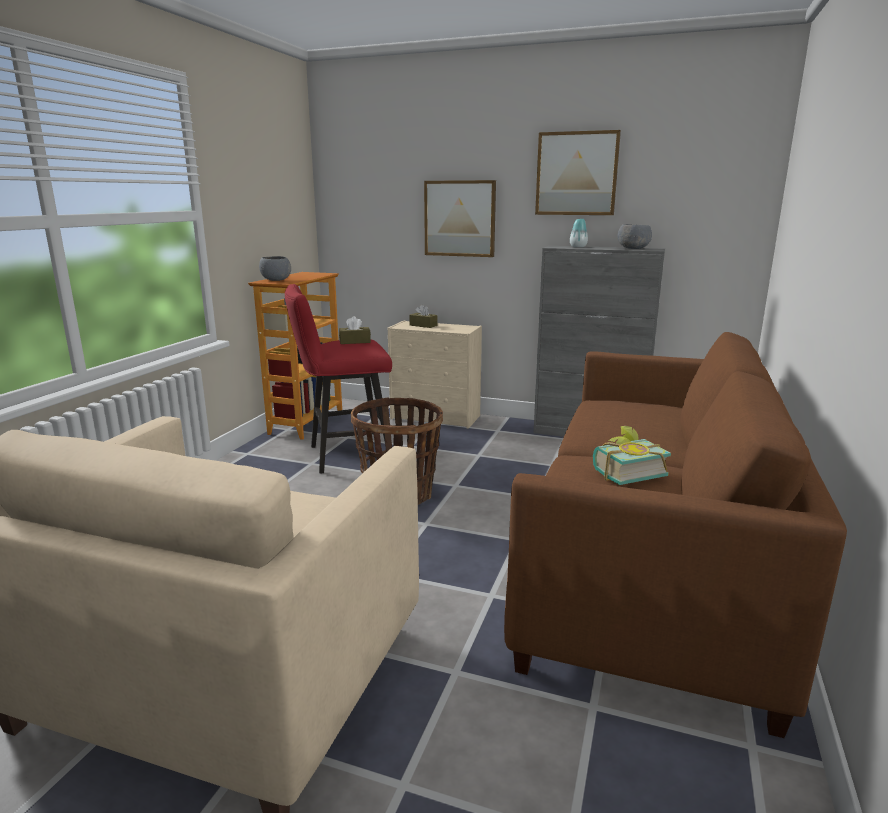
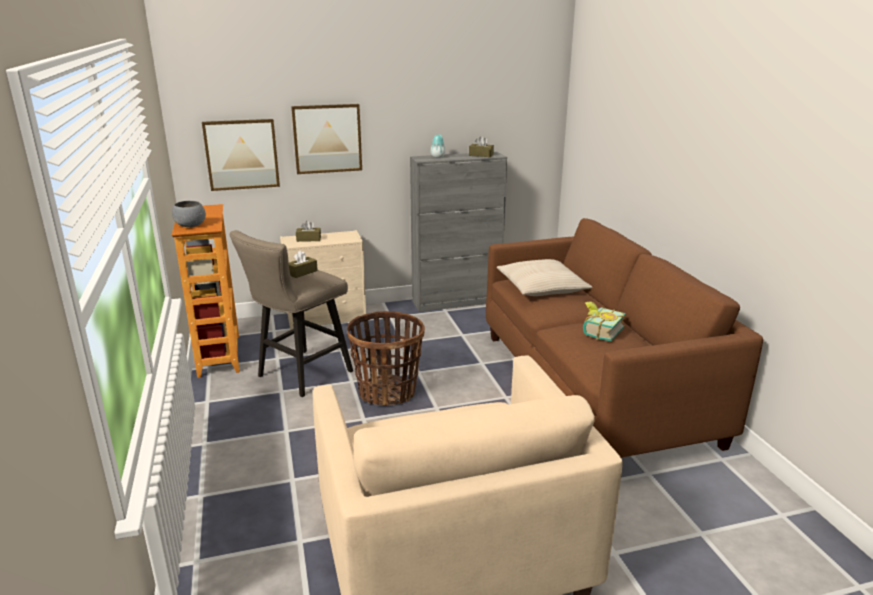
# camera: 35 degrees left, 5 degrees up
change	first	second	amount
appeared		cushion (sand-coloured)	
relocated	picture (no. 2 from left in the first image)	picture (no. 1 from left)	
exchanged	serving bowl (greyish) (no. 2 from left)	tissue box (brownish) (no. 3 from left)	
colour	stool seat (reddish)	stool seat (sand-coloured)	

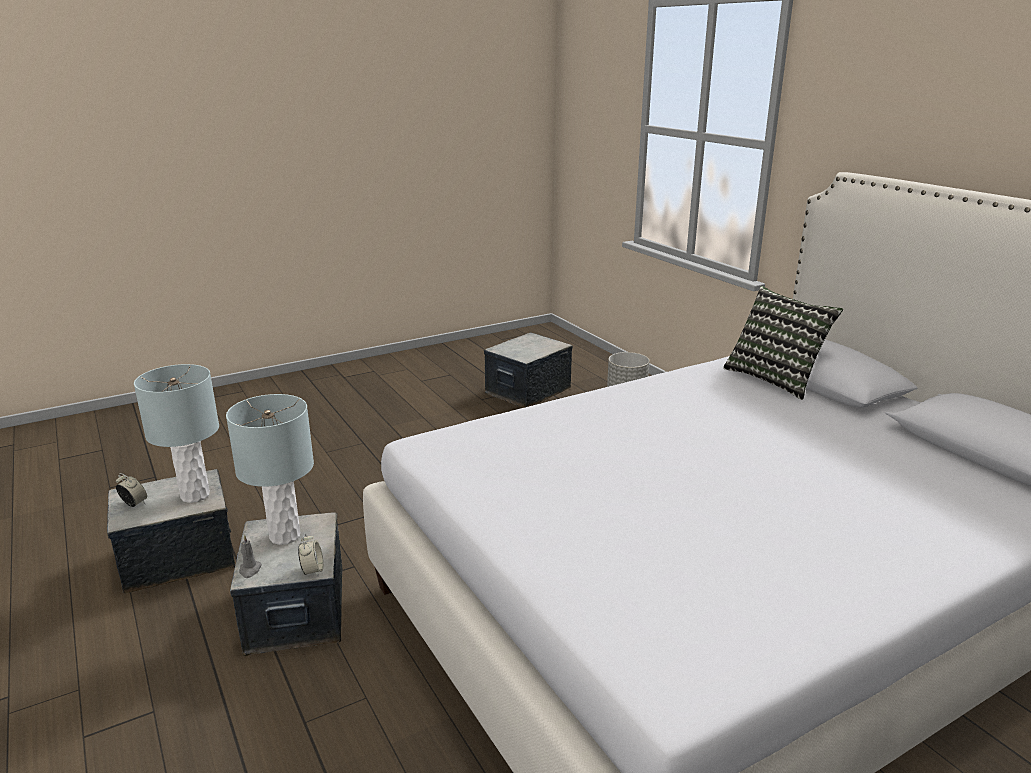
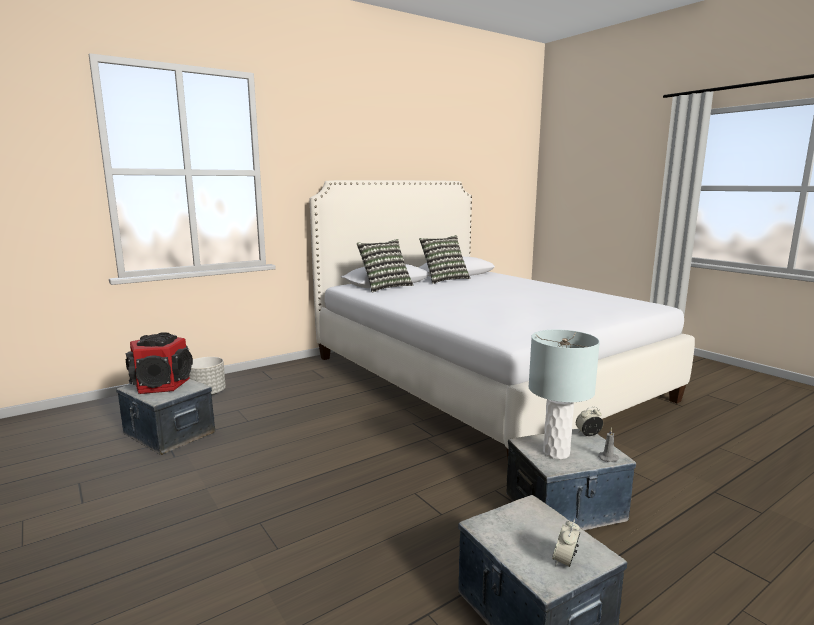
# camera: 95 degrees left, 10 degrees down
change	first	second	amount
missing	lamp for a table (greyish) (no. 1 from left)		
appeared		loudspeaker	
appeared		cushion (no. 2 from left)	

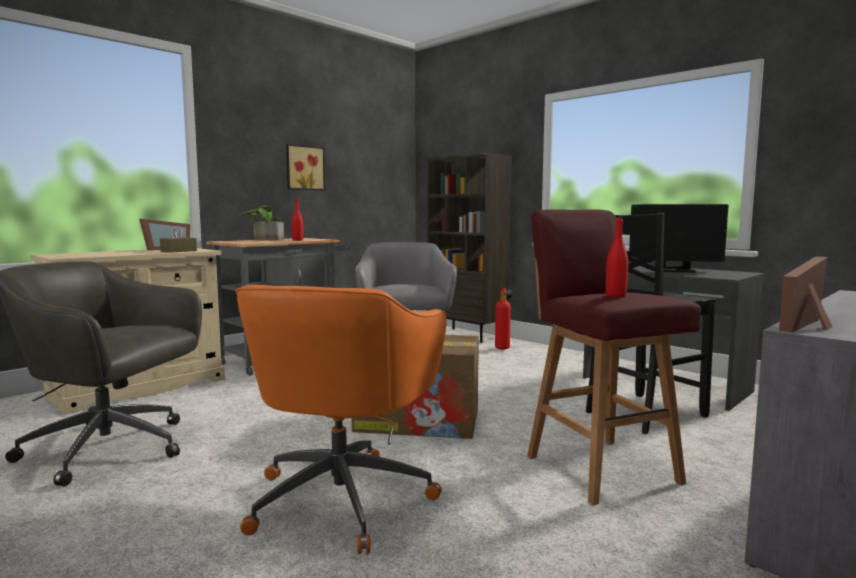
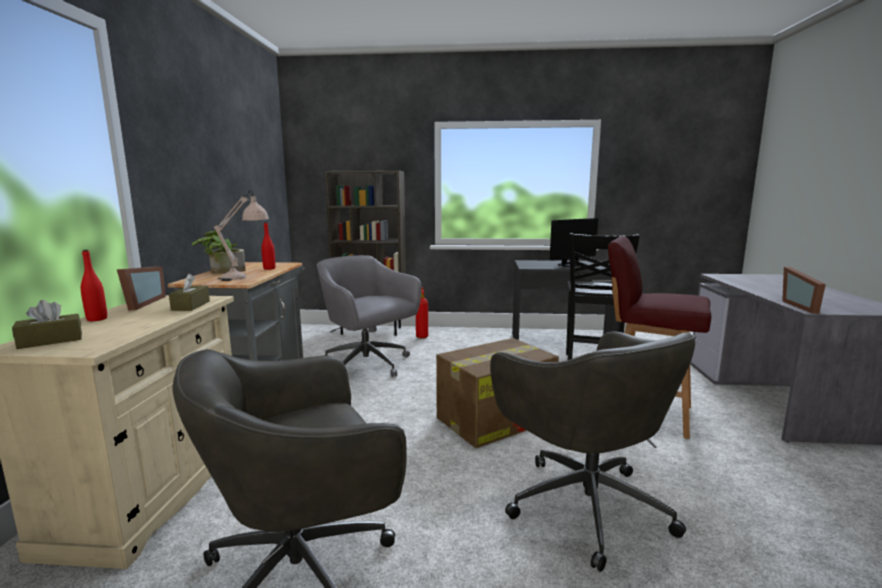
# camera: 40 degrees left, 5 degrees up
change	first	second	amount
missing	picture		
appeared		tissue box (brownish) (no. 1 from left)	
appeared		lamp for a table (sand-coloured)	
relocated	bottle (reddish) (no. 2 from left in the first image)	bottle (reddish) (no. 1 from left)	
colour	desk chair (orangey)	desk chair (greyish) (no. 3 from left)	

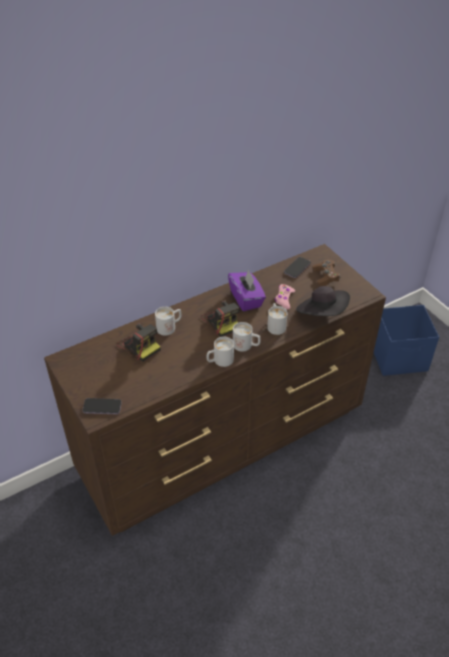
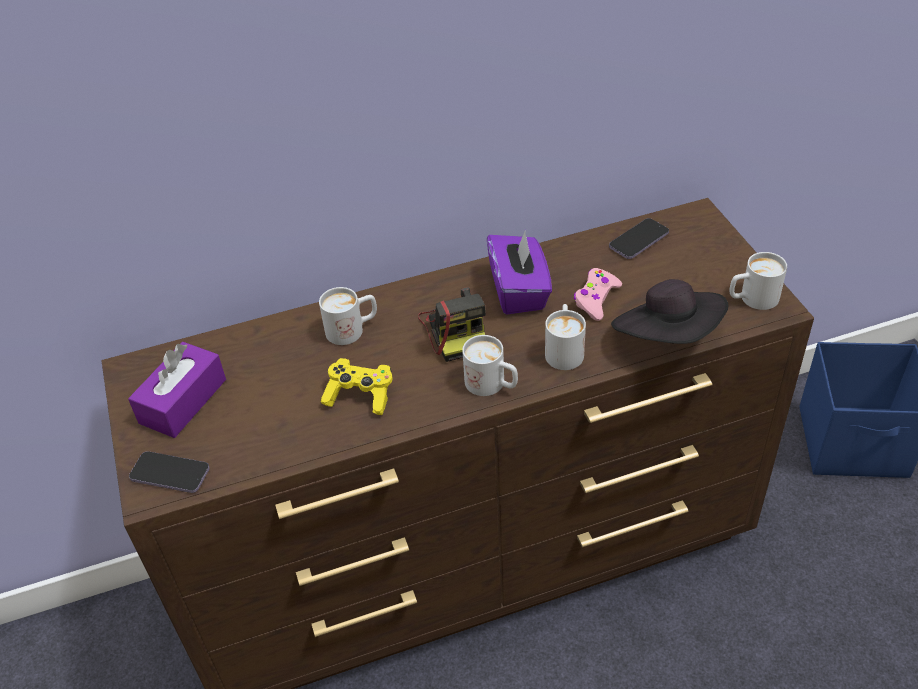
# camera: 15 degrees right, 0 degrees up
change	first	second	amount
missing	still camera (no. 1 from left)		
missing	gamepad (brownish)		
appeared		tissue box (purplish) (no. 1 from left)	
appeared		gamepad (yellowish)	
relocated	mug (whitish) (no. 2 from left in the first image)	mug (whitish) (no. 4 from left)	

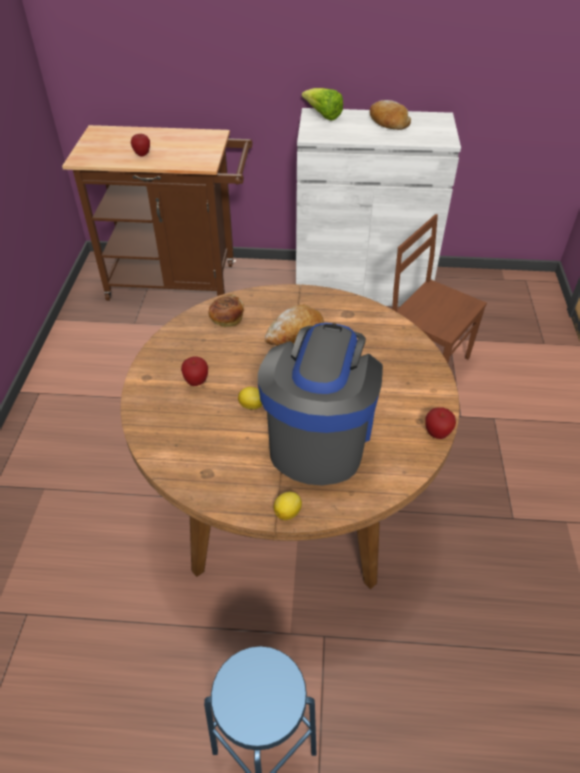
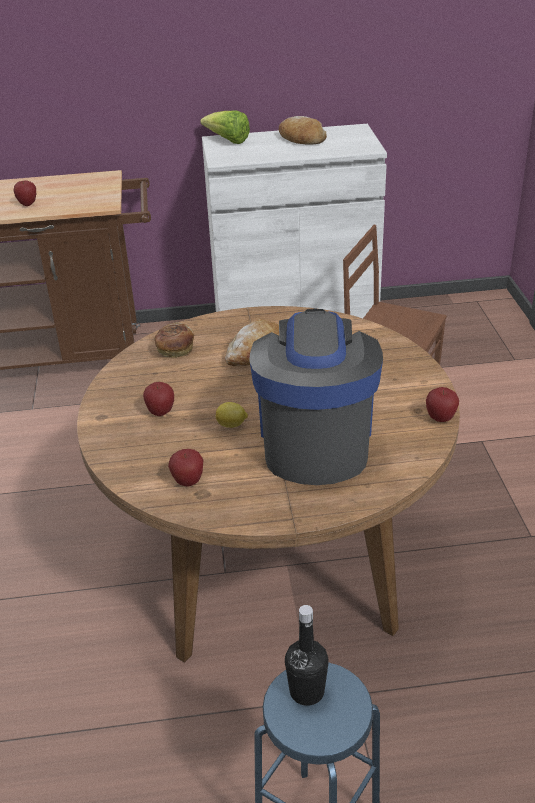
# camera: 10 degrees left, 10 degrees down
change	first	second	amount
missing	citrus fruit (no. 2 from left)		
appeared		whole apple (no. 3 from left)	
appeared		bottle (black-coloured)	

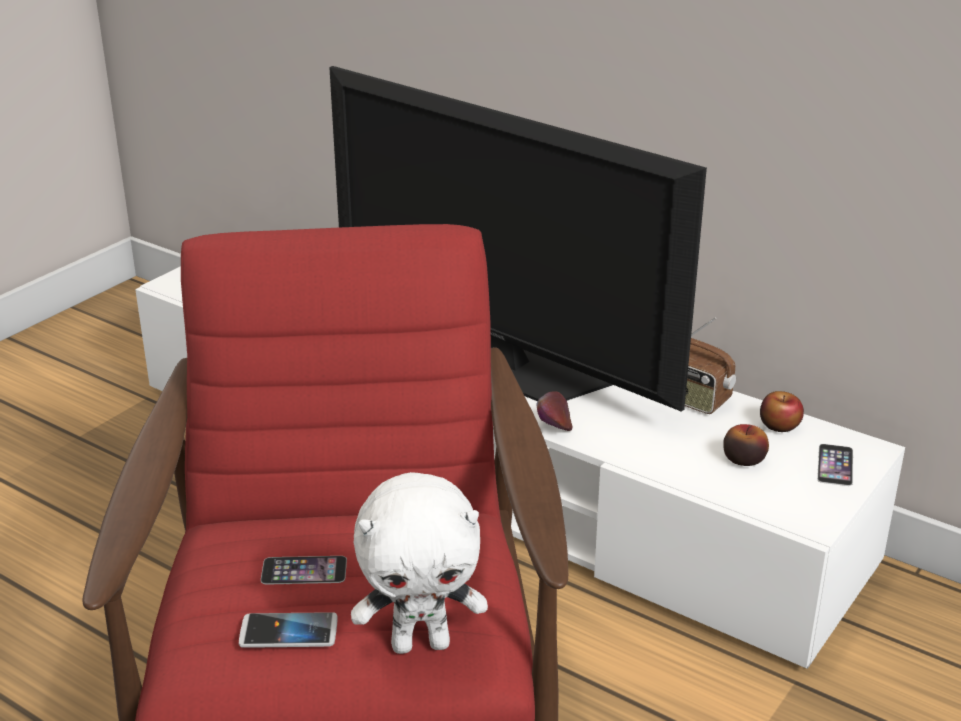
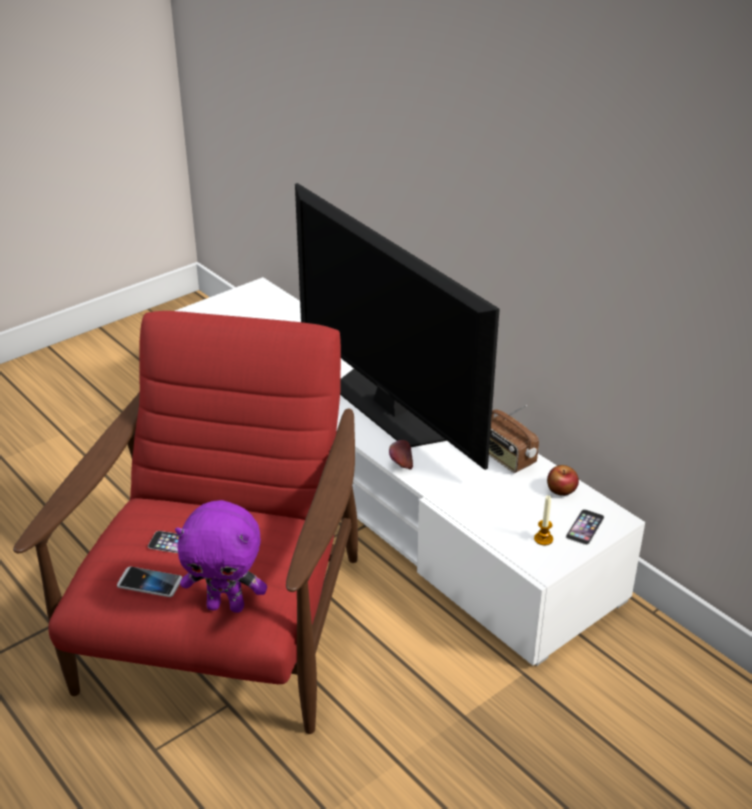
# camera: 15 degrees right, 5 degrees up
change	first	second	amount
missing	whole apple (no. 2 from left)		
appeared		wax light	
colour	cuddly toy (whitish)	cuddly toy (purplish)	

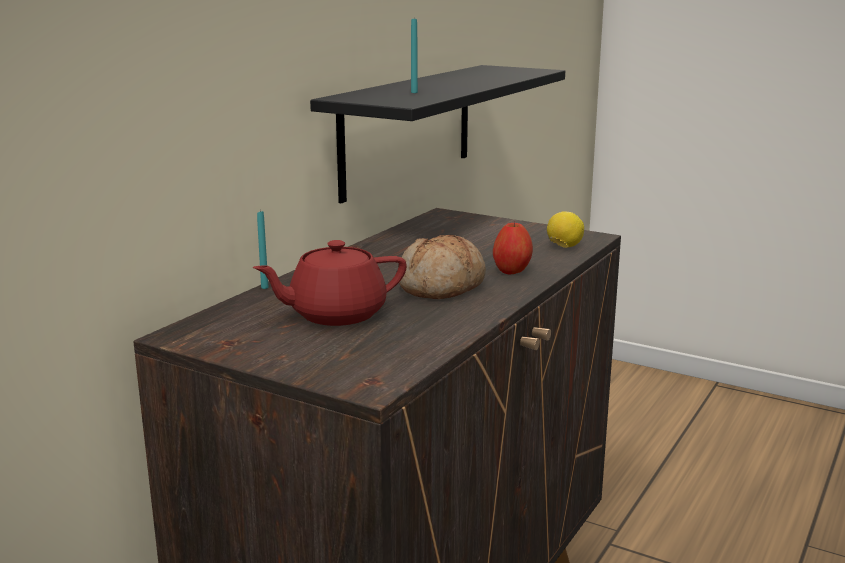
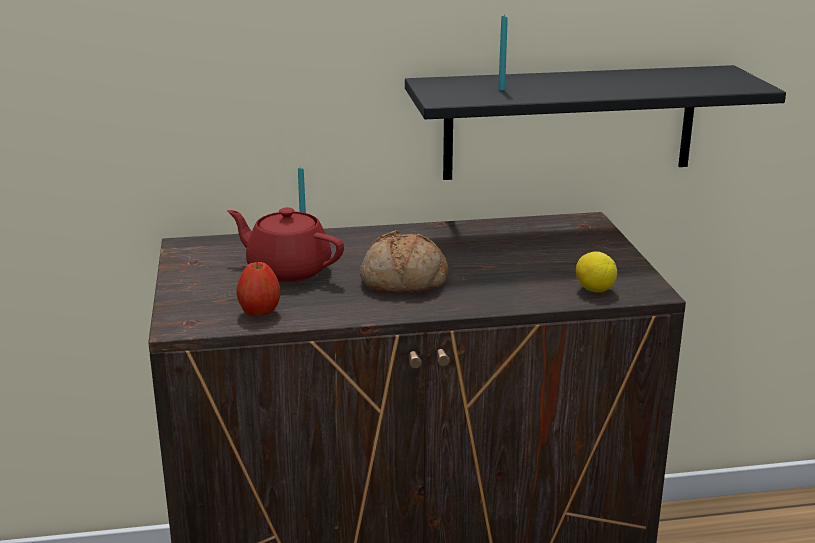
# camera: 50 degrees right, 5 degrees up
change	first	second	amount
relocated	whole apple		

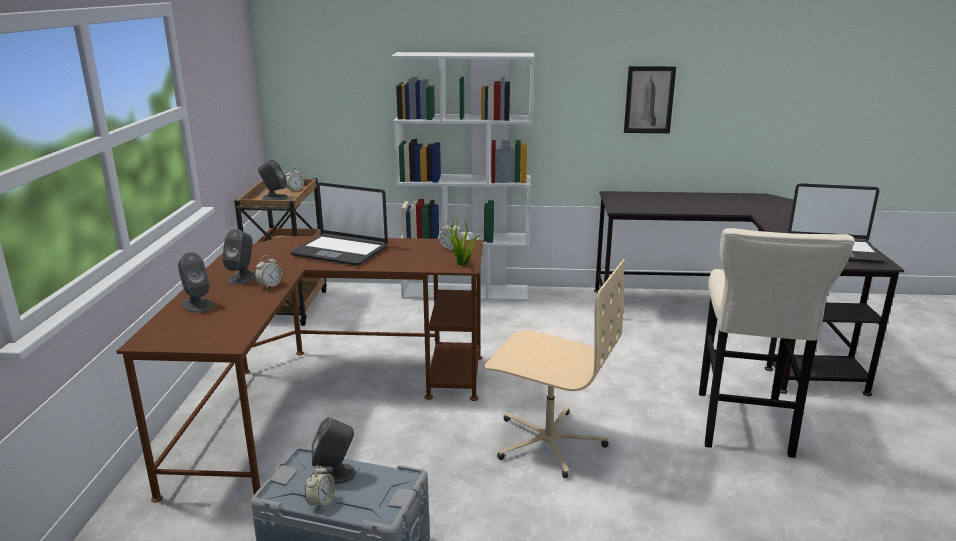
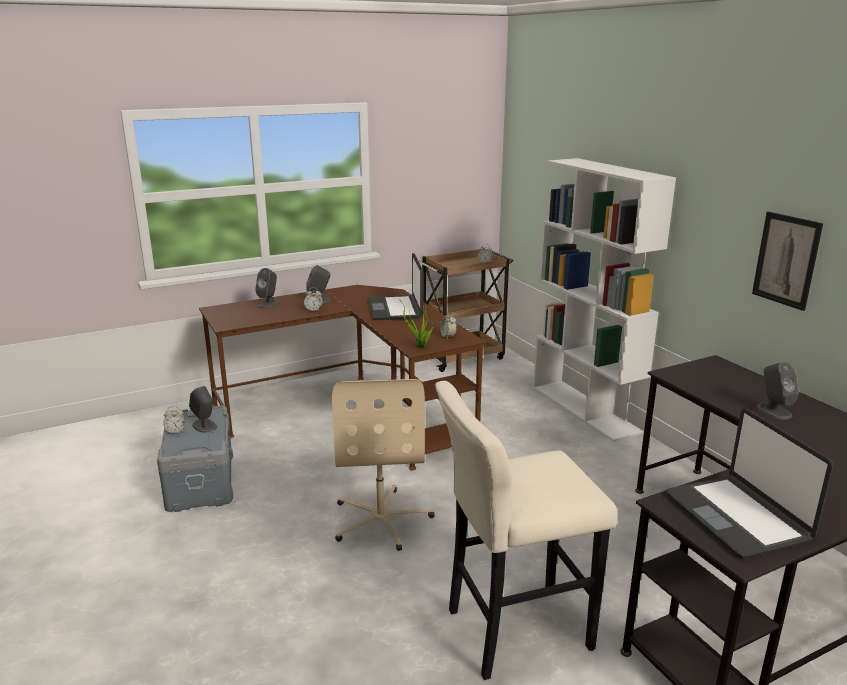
# camera: 60 degrees right, 0 degrees up
change	first	second	amount
relocated	loudspeaker (greyish) (no. 3 from left in the first image)	loudspeaker (greyish) (no. 4 from left)	

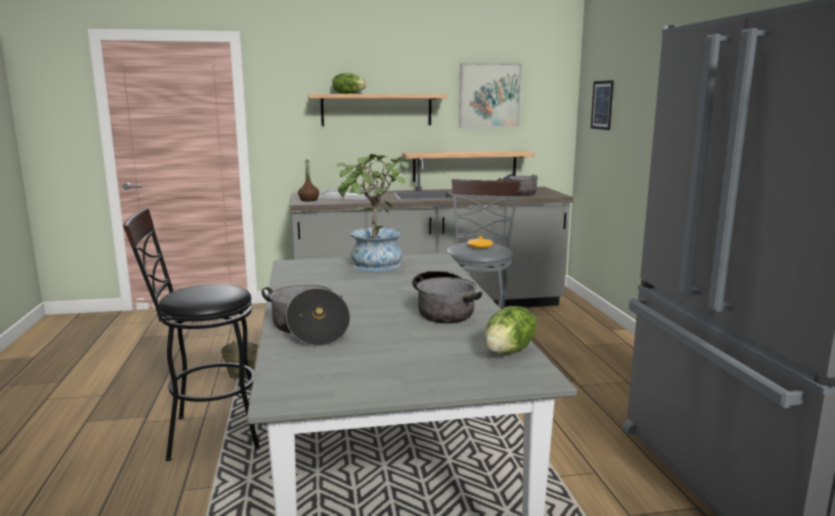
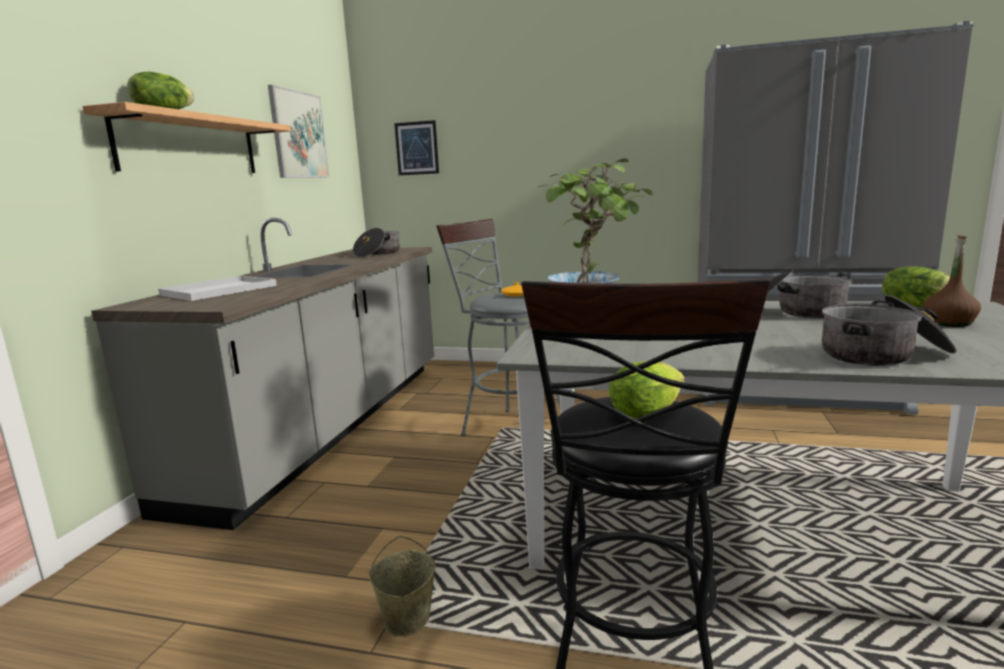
# camera: 65 degrees left, 0 degrees up
change	first	second	amount
missing	bracket shelf (no. 2 from left)		
appeared		lettuce (no. 2 from left)	
relocated	bottle (brownish)		

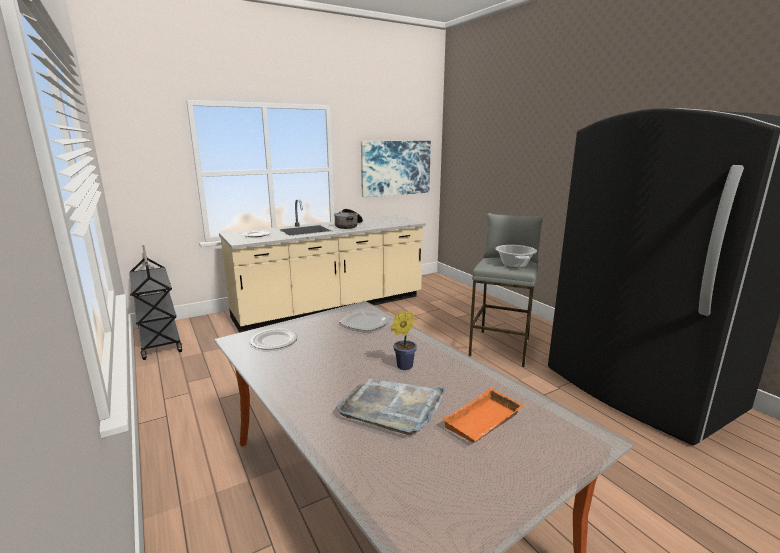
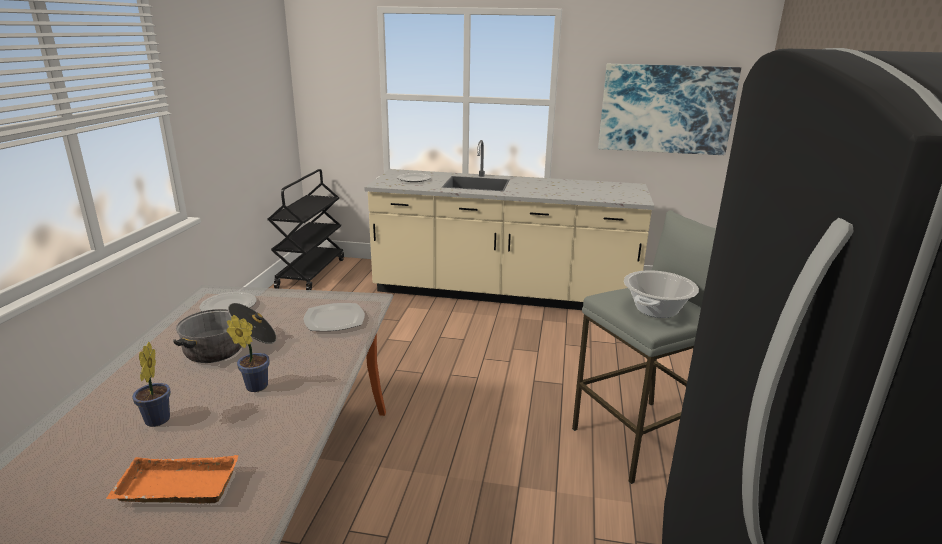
# camera: 40 degrees right, 5 degrees up
change	first	second	amount
relocated	cooking pot (no. 1 from left)		
exchanged	serving tray (greyish)	plant in a pot (no. 1 from left)	

